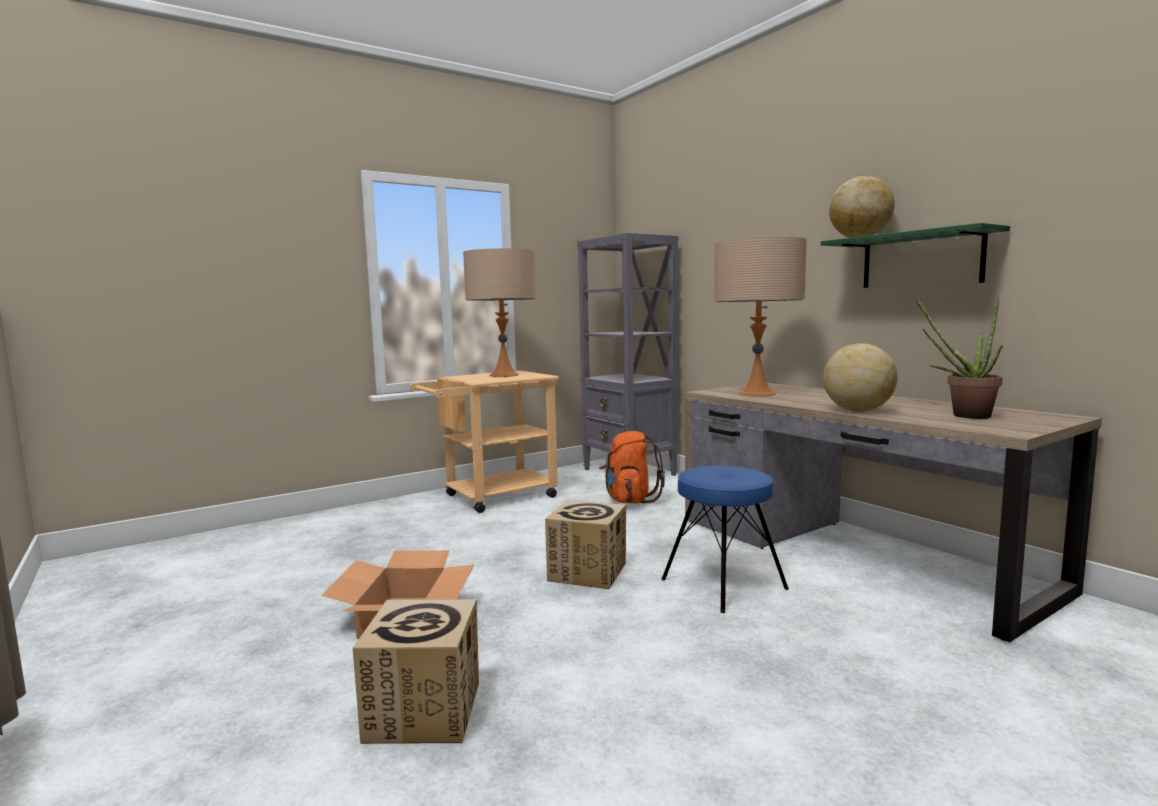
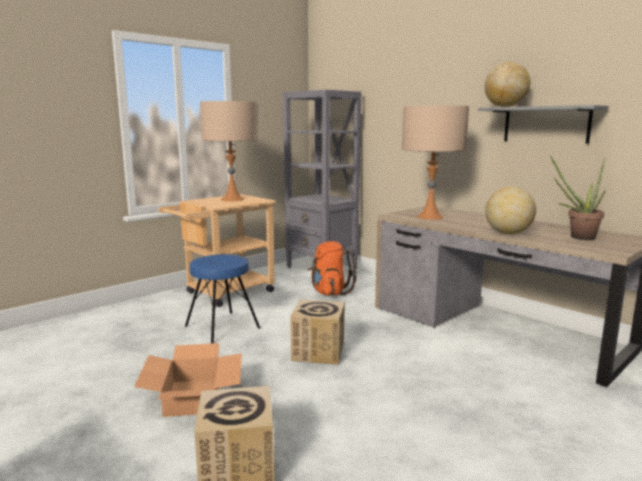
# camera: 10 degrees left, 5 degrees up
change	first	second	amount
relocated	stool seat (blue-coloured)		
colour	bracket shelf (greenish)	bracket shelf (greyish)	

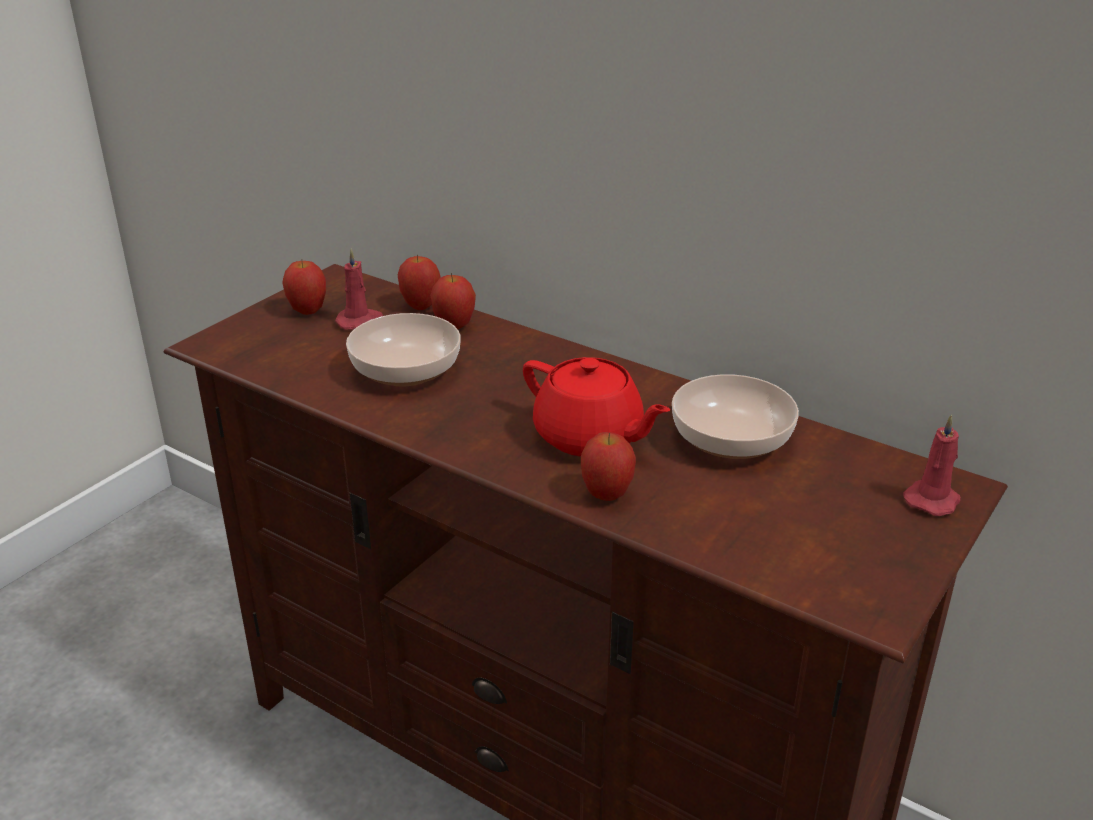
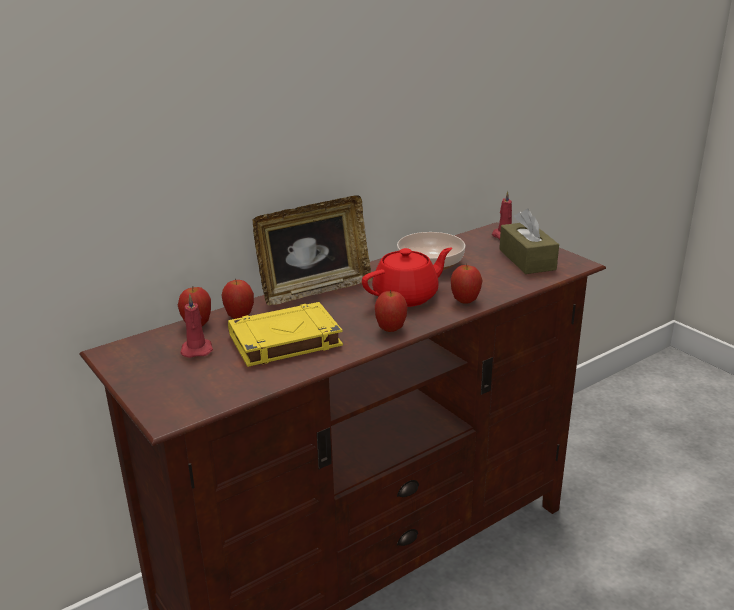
# camera: 70 degrees left, 5 degrees down
change	first	second	amount
appeared		standing frame	
appeared		tissue box (brownish)	
relocated	whole apple (no. 1 from left in the first image)	whole apple (no. 3 from left)	
exchanged	serving bowl (no. 1 from left)	book (yellowish)	

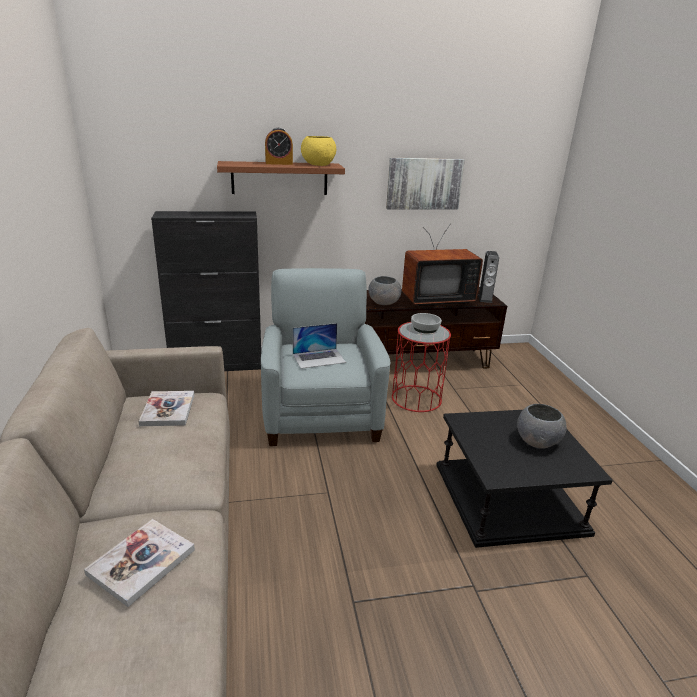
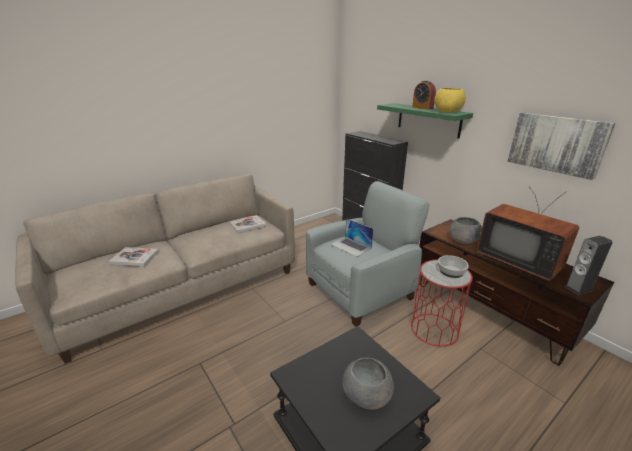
# camera: 65 degrees right, 0 degrees up
change	first	second	amount
colour	bracket shelf (brownish)	bracket shelf (greenish)	

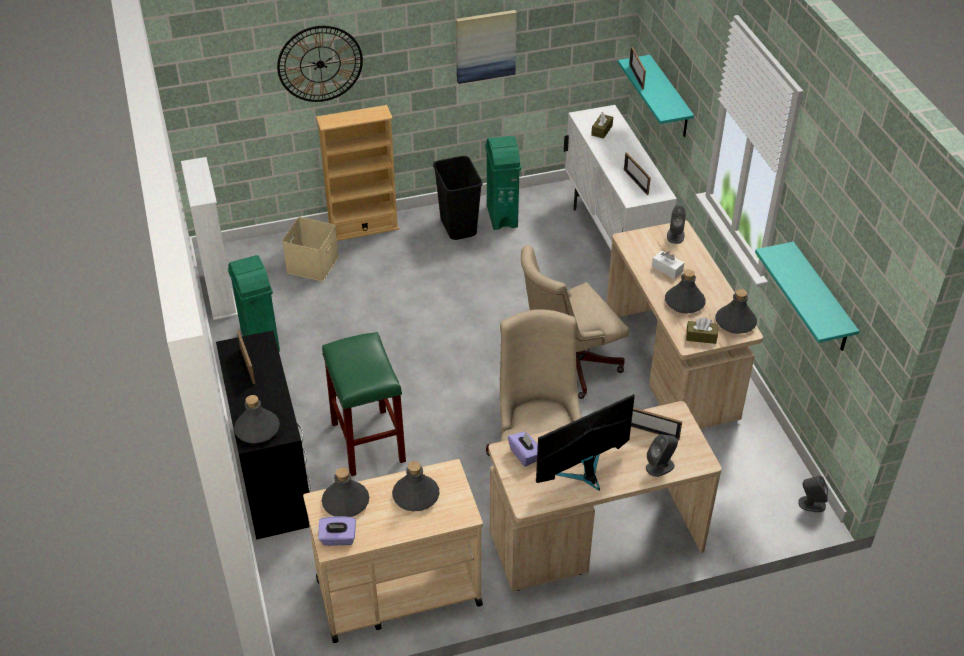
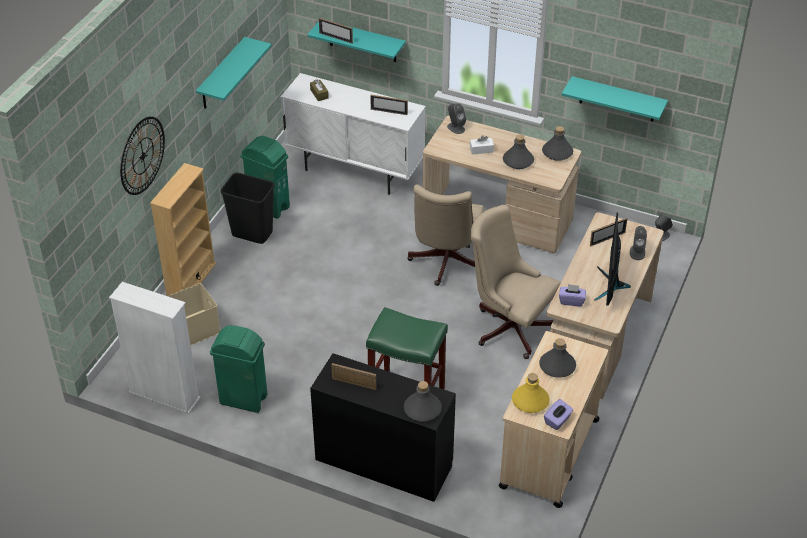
# camera: 50 degrees left, 0 degrees up
change	first	second	amount
missing	tissue box (brownish) (no. 2 from left)		
exchanged	picture	bracket shelf (turquoise) (no. 1 from left)	
colour	bottle (greyish) (no. 2 from left)	bottle (yellowish)	

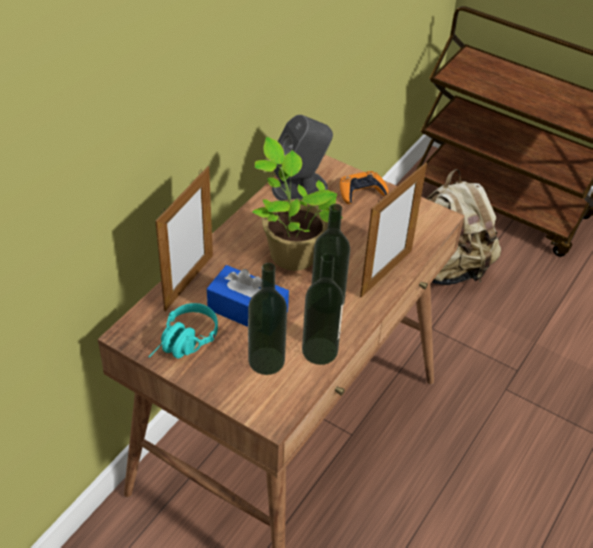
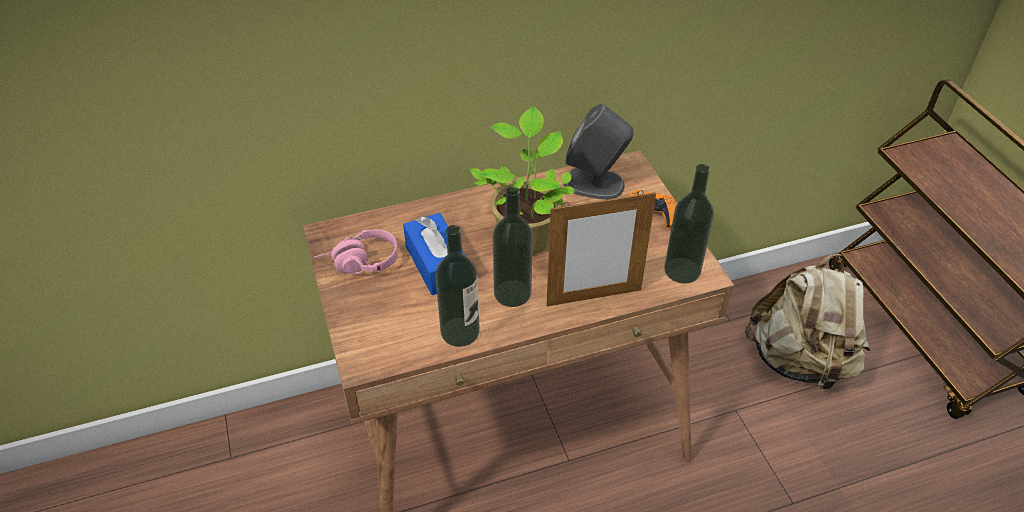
# camera: 40 degrees right, 0 degrees up
change	first	second	amount
missing	standing frame (no. 1 from left)		
relocated	bottle (no. 1 from left in the first image)	bottle (no. 3 from left)	
colour	pair of headphones (turquoise)	pair of headphones (pinkish)	

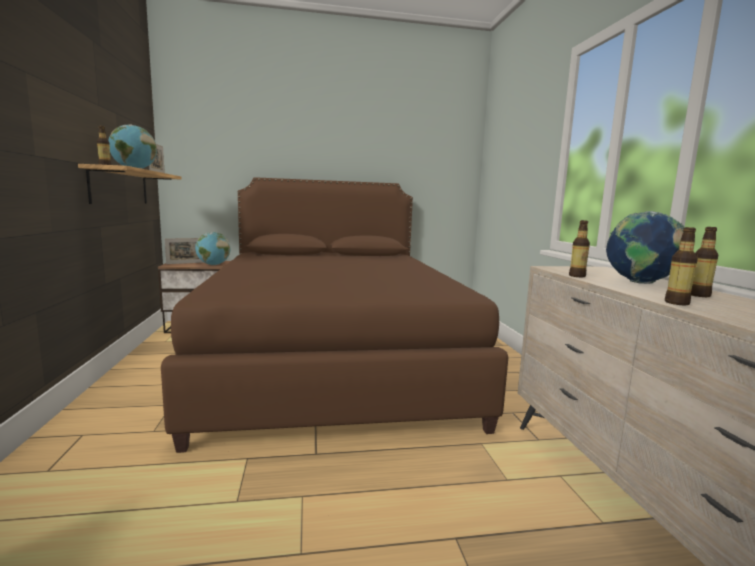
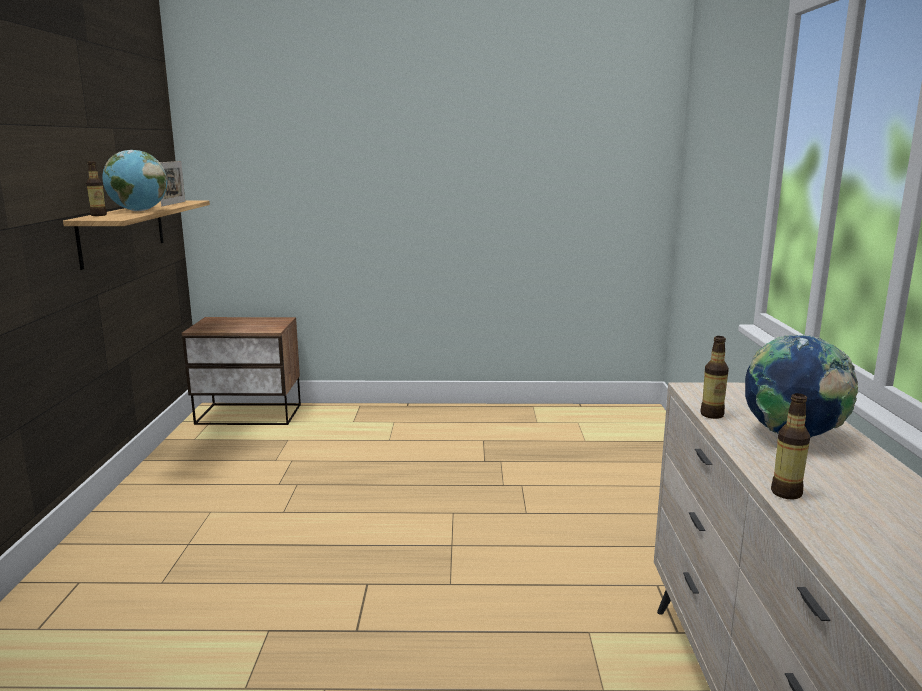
# camera: 10 degrees right, 5 degrees up
change	first	second	amount
missing	bedroom bed (brownish)		
missing	standing frame (no. 2 from left)		
missing	globe (no. 2 from left)		
missing	bottle (no. 4 from left)		

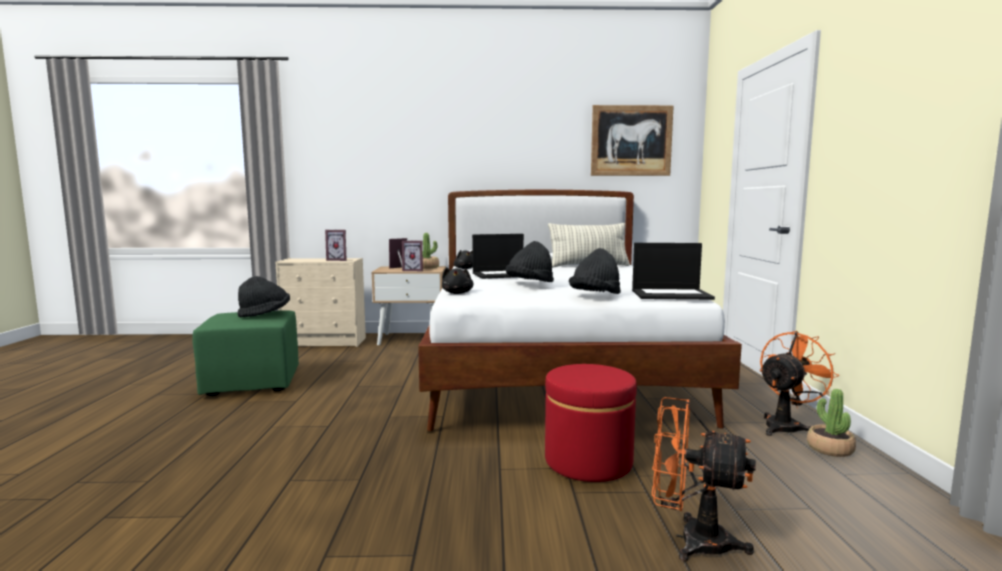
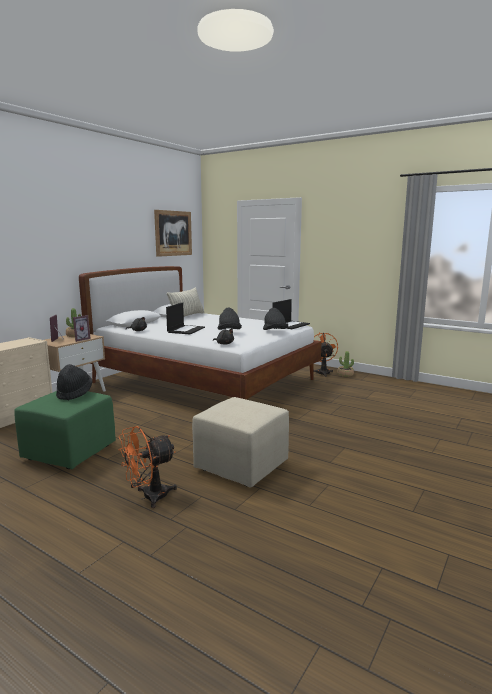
# camera: 55 degrees left, 5 degrees up
change	first	second	amount
missing	standing frame (no. 1 from left)		
missing	ottoman (reddish)		
appeared		ottoman (sand-coloured)	
relocated	fan (orangey) (no. 1 from left)		

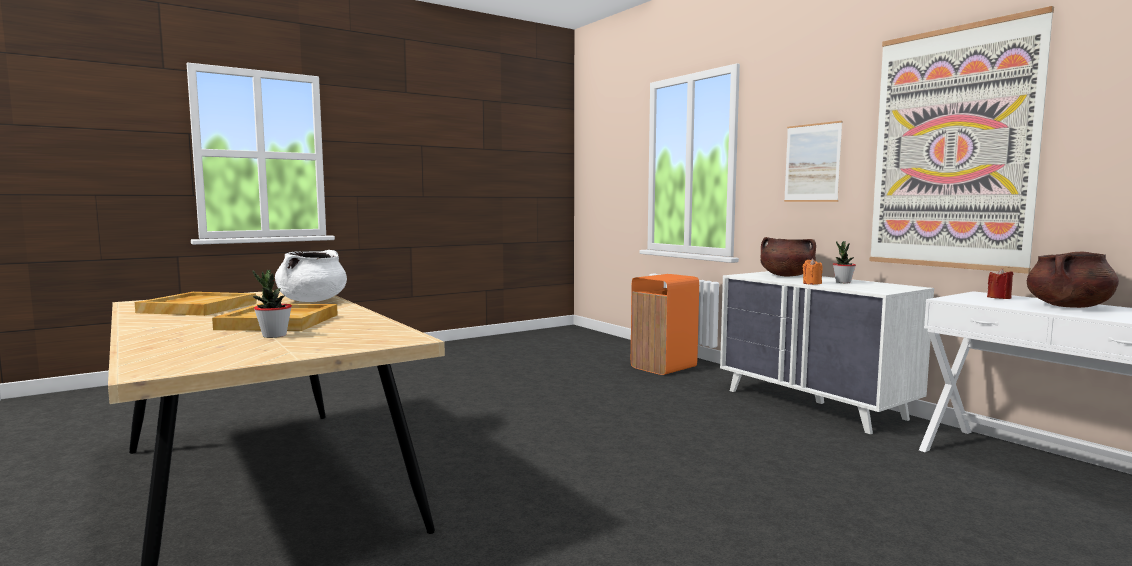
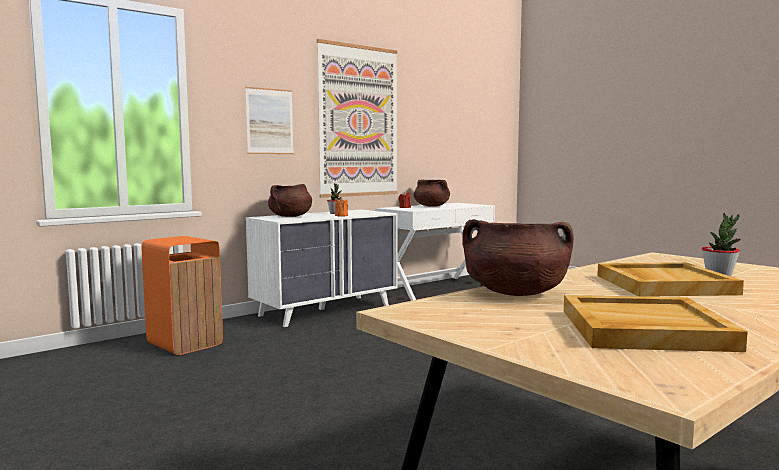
# camera: 95 degrees left, 0 degrees up
change	first	second	amount
colour	cooking pot (whitish)	cooking pot (brownish) (no. 3 from left)	

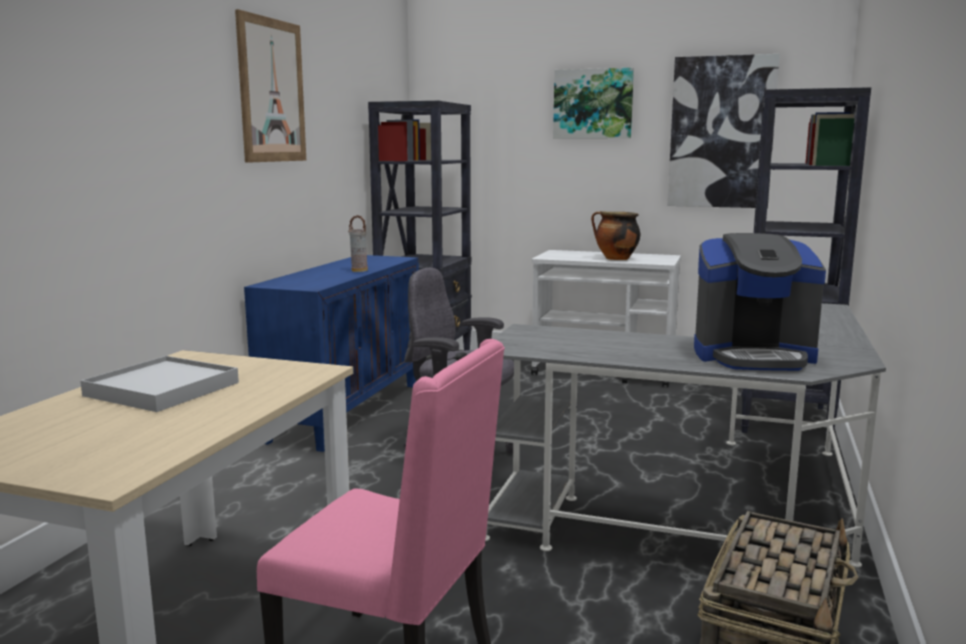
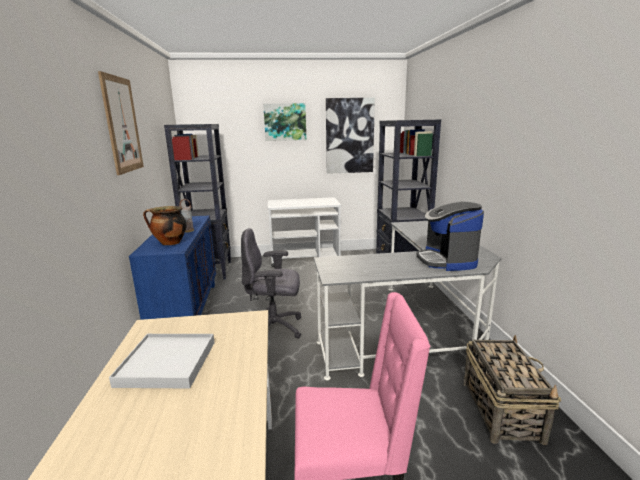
# camera: 25 degrees left, 5 degrees up
change	first	second	amount
relocated	cooking pot		
spun	coffee brewer		105 degrees clockwise

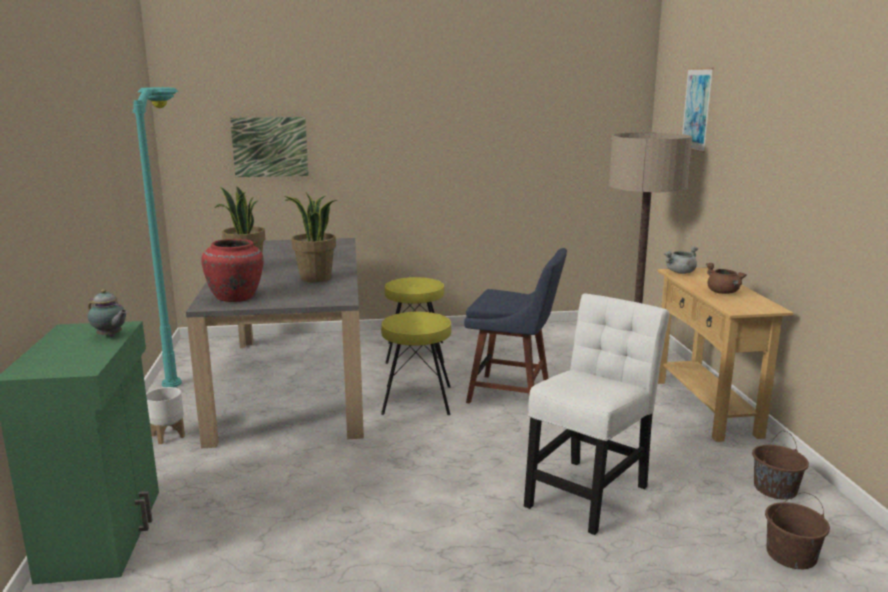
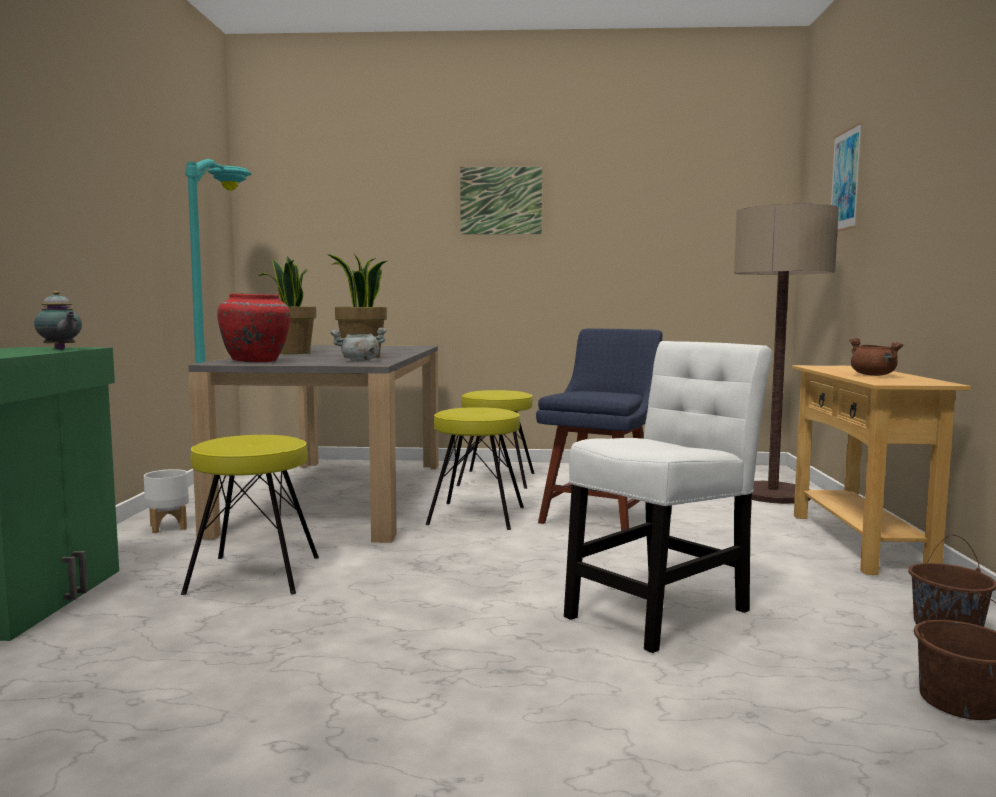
# camera: 10 degrees right, 10 degrees down
change	first	second	amount
appeared		stool seat (yellowish) (no. 1 from left)	
relocated	picture (no. 1 from left)		
relocated	cooking pot (greyish)		
spun	upright chair (blue-coloured)		90 degrees counterclockwise

